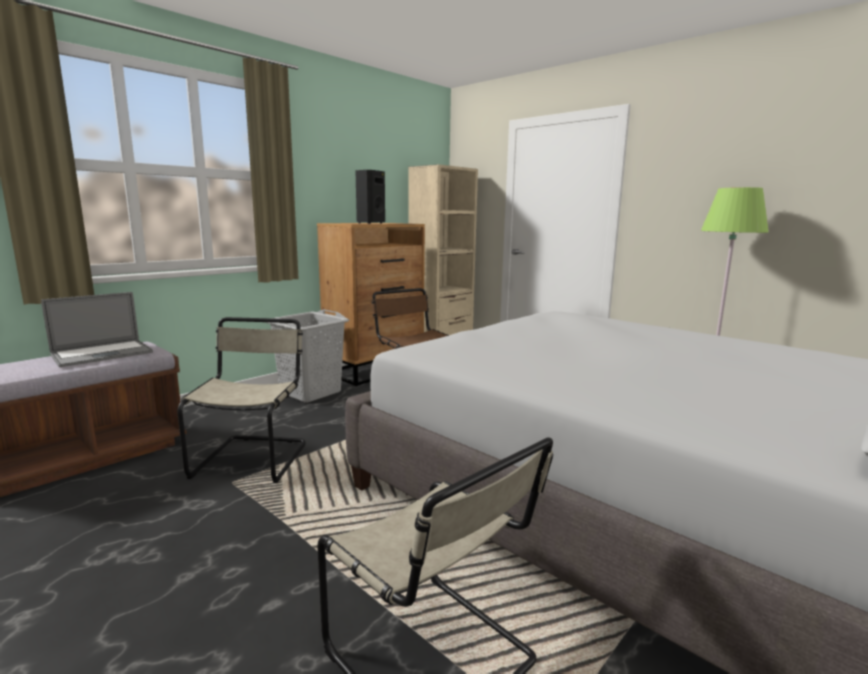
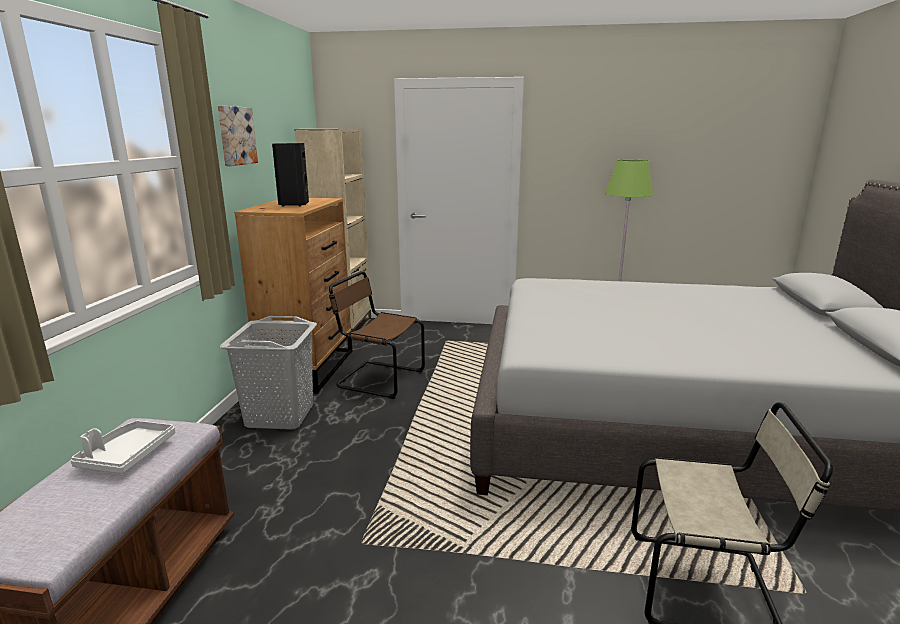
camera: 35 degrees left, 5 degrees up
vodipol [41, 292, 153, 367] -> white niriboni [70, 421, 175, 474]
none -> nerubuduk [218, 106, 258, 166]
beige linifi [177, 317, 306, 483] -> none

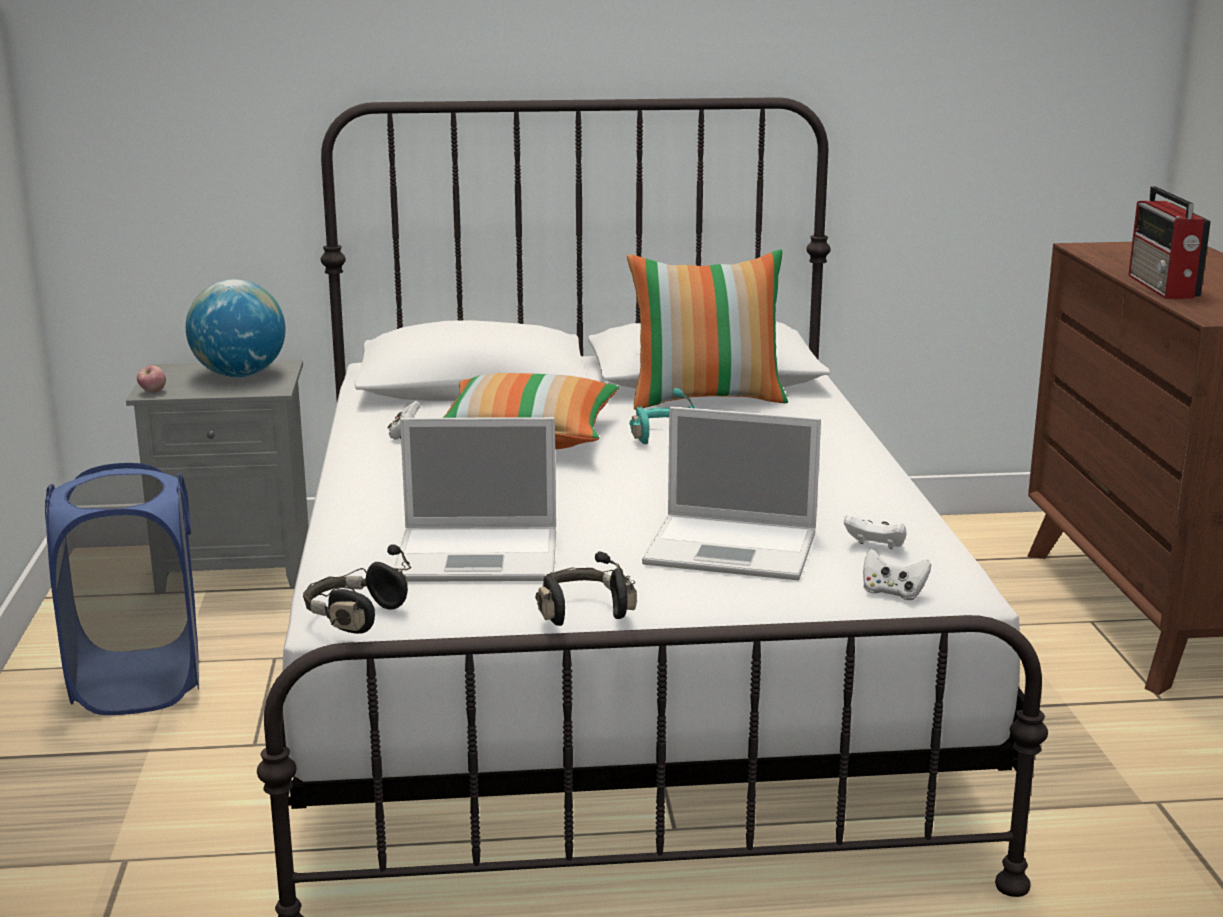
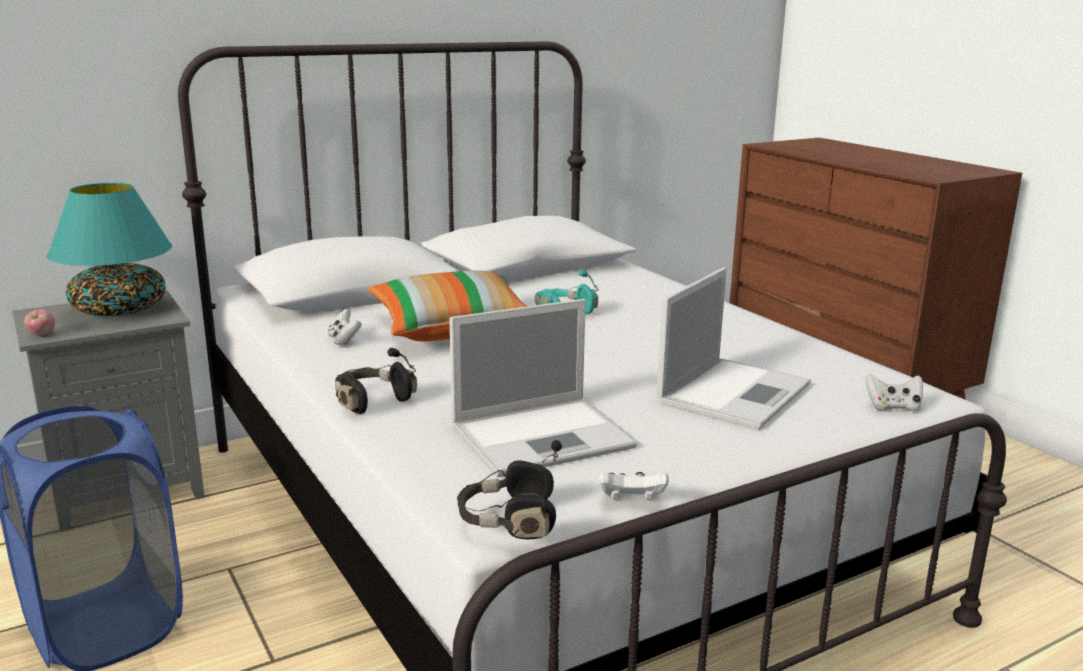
camera: 25 degrees left, 0 degrees up
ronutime [186, 279, 285, 377] -> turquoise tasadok [47, 183, 172, 316]
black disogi [535, 551, 637, 626] -> black disogi [335, 348, 417, 414], moved
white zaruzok [844, 515, 906, 549] -> white zaruzok [599, 472, 669, 500], moved
vodipol [642, 407, 821, 580] -> vodipol [656, 268, 811, 430], 45 degrees counterclockwise
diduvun [627, 250, 788, 410] -> none
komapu [1128, 186, 1211, 299] -> none

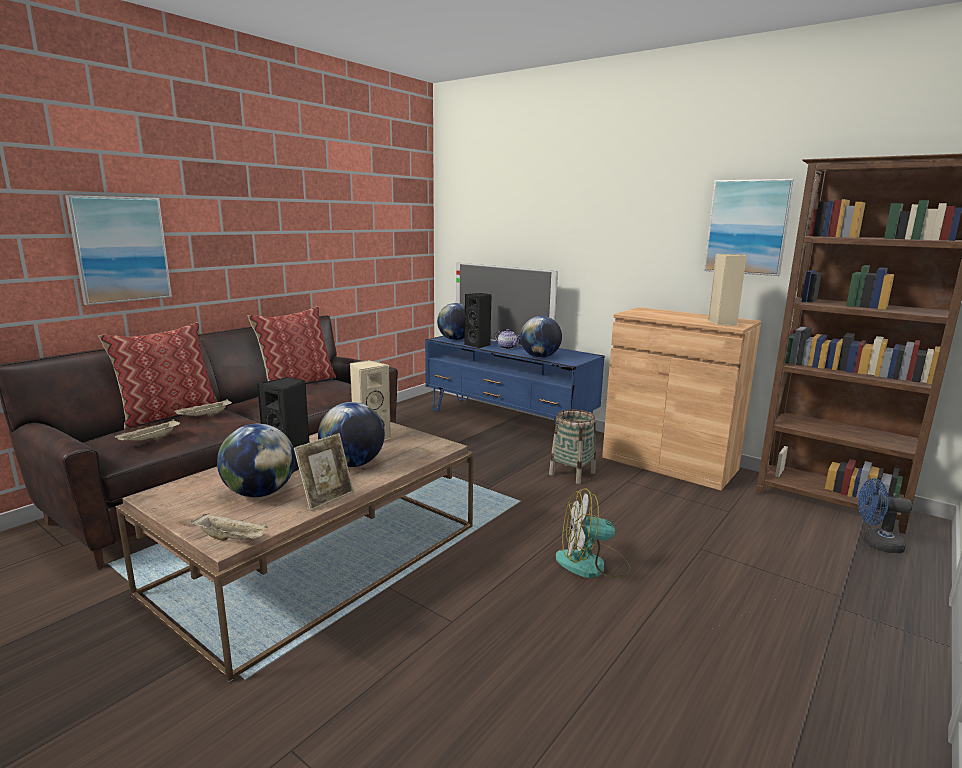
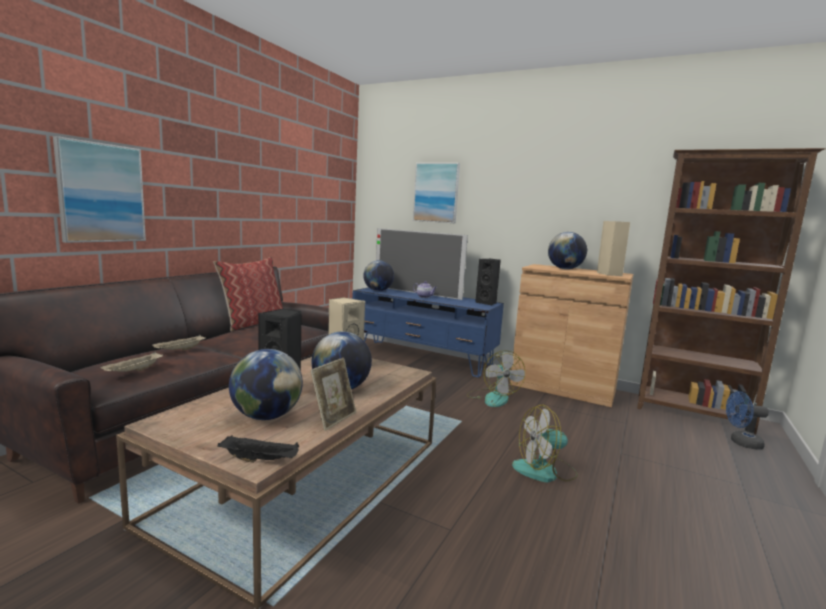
camera: 10 degrees left, 5 degrees down
beige niriboni [191, 513, 268, 541] -> black niriboni [217, 436, 299, 463]
nerubuduk [704, 179, 795, 276] -> nerubuduk [413, 163, 460, 223], moved
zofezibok [549, 410, 596, 484] -> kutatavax [467, 351, 525, 407]
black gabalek [464, 293, 492, 349] -> black gabalek [475, 259, 501, 305], moved
ronutime [520, 316, 562, 358] -> ronutime [548, 232, 587, 269], moved
diduvun [98, 322, 218, 430] -> none

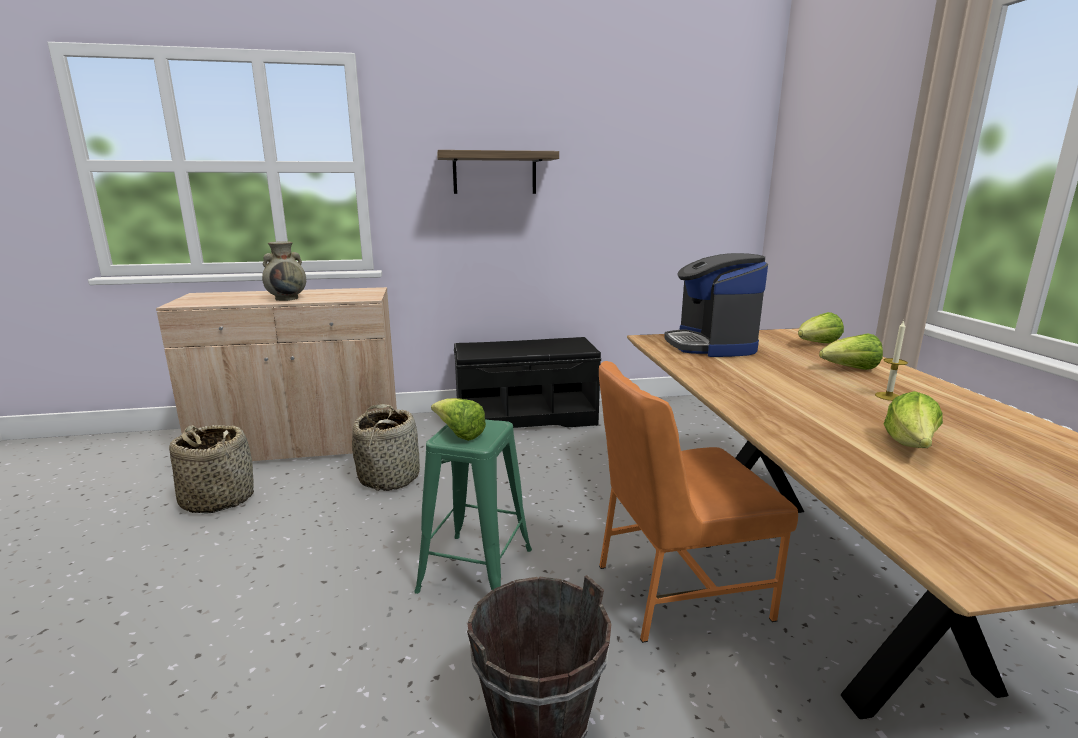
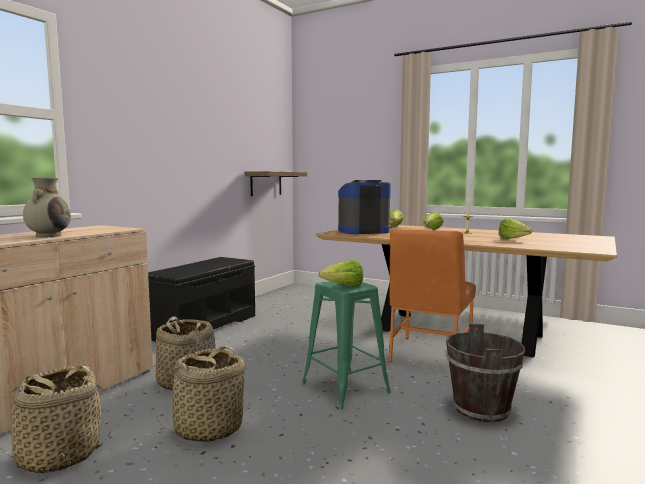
camera: 50 degrees left, 10 degrees down
none -> zofezibok [155, 346, 250, 442]
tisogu [437, 150, 559, 194] -> tisogu [245, 171, 307, 196], moved
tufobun [664, 253, 768, 357] -> tufobun [338, 180, 391, 234], 135 degrees clockwise

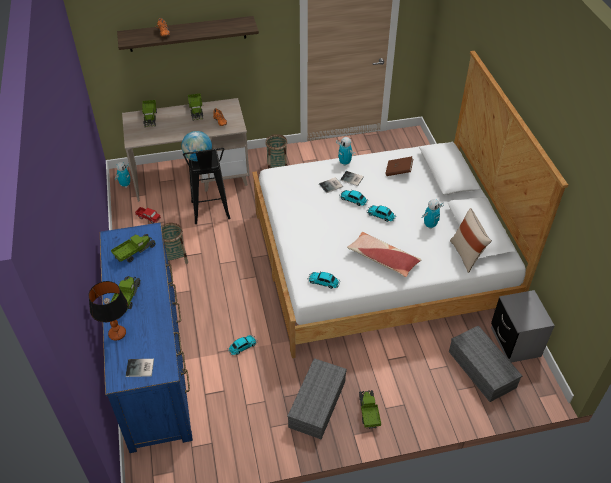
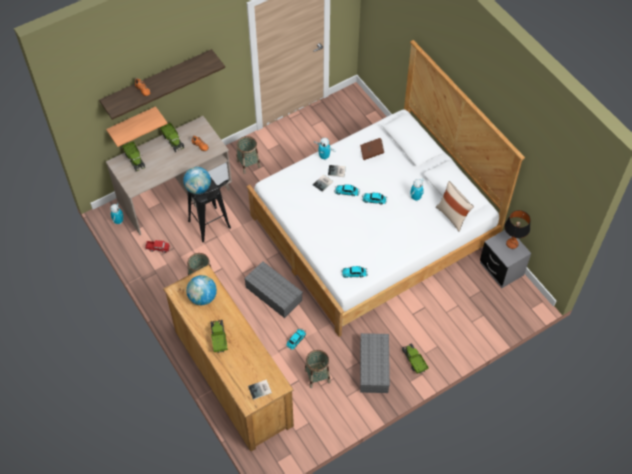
camera: 20 degrees left, 10 degrees up
none -> tisogu [106, 106, 167, 147]
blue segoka [100, 223, 193, 453] -> brown segoka [163, 265, 294, 452]
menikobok [111, 234, 156, 262] -> ronutime [186, 275, 217, 305]
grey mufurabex [449, 325, 522, 402] -> grey mufurabex [244, 261, 303, 318], moved
none -> zofezibok [305, 350, 330, 388]
tasadok [89, 281, 128, 340] -> tasadok [504, 210, 530, 249], moved
diduvun [347, 232, 421, 277] -> none

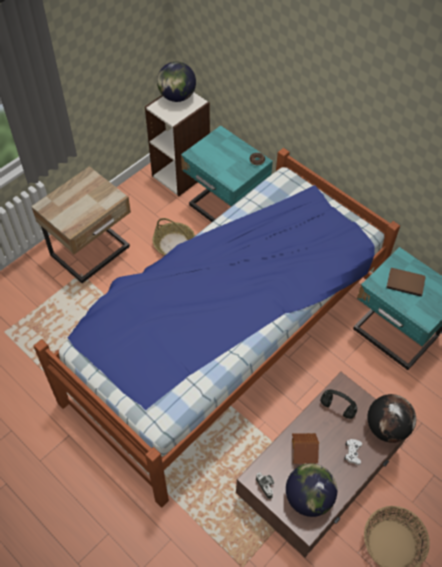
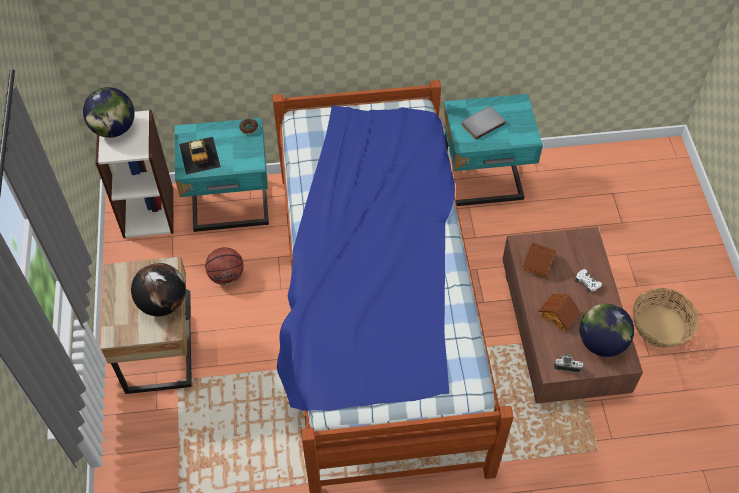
camera: 50 degrees left, 0 degrees up
ronutime [367, 394, 416, 443] -> ronutime [131, 263, 186, 316], moved
none -> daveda [179, 137, 221, 175]
zofezibok [153, 218, 195, 255] -> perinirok [205, 247, 244, 285]
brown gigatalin [386, 268, 426, 297] -> grey gigatalin [461, 106, 506, 140]
black disogi [320, 389, 357, 419] -> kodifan [523, 243, 556, 277]

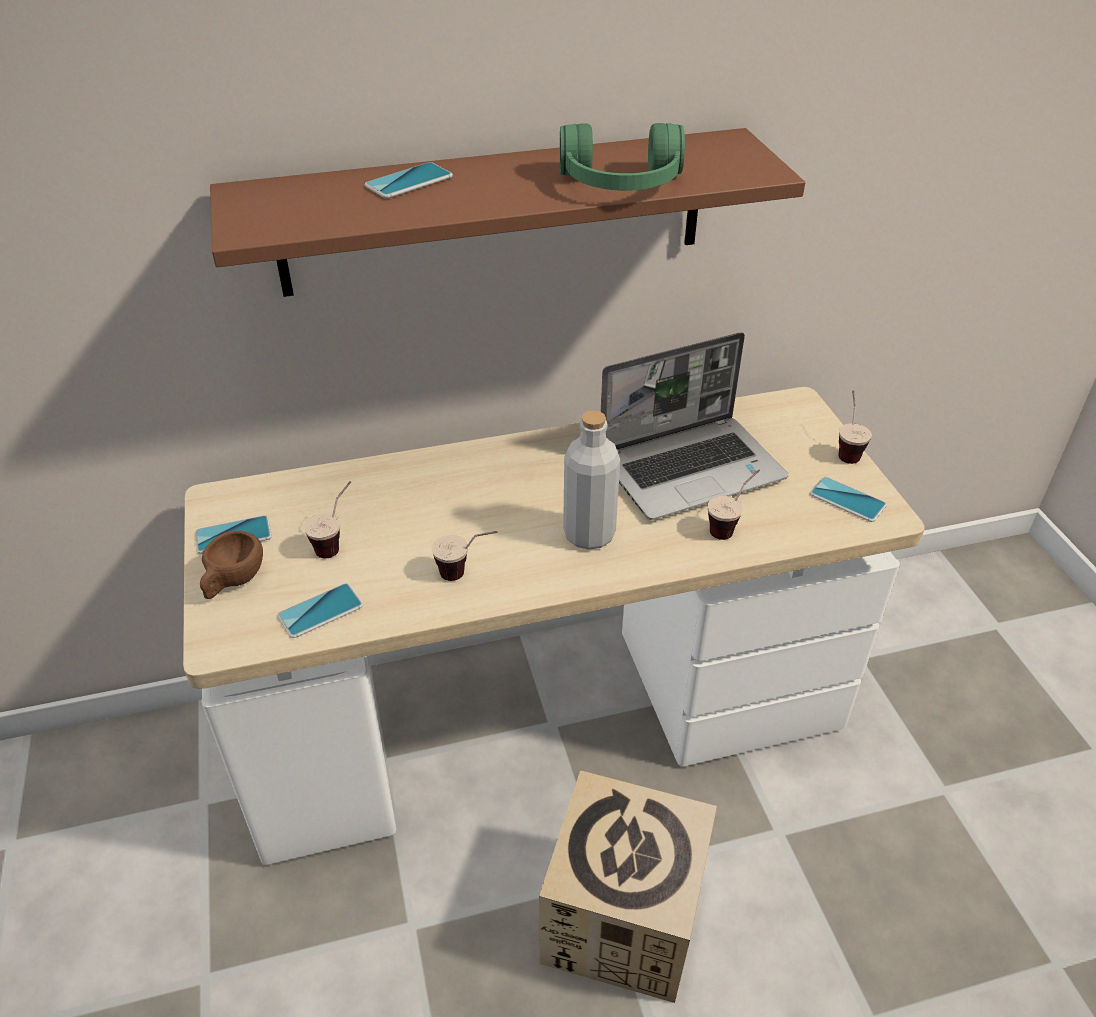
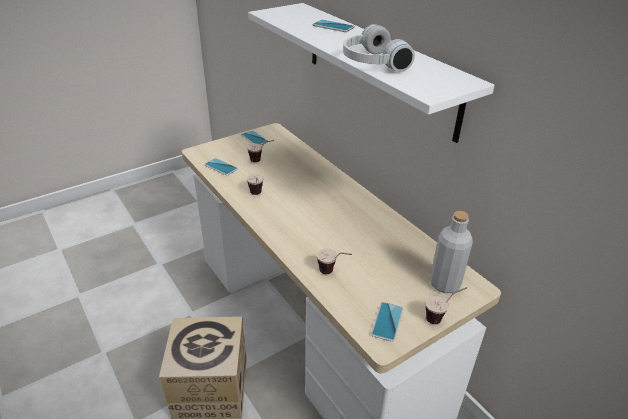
camera: 70 degrees right, 5 degrees down
brown tisogu [210, 128, 805, 297] -> white tisogu [248, 3, 495, 143]
green disogi [560, 123, 685, 191] -> white disogi [343, 24, 415, 72]
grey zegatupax [563, 410, 620, 550] -> grey zegatupax [430, 211, 473, 293], moved
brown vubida [200, 531, 263, 599] -> none
vodipol [601, 332, 788, 520] -> none

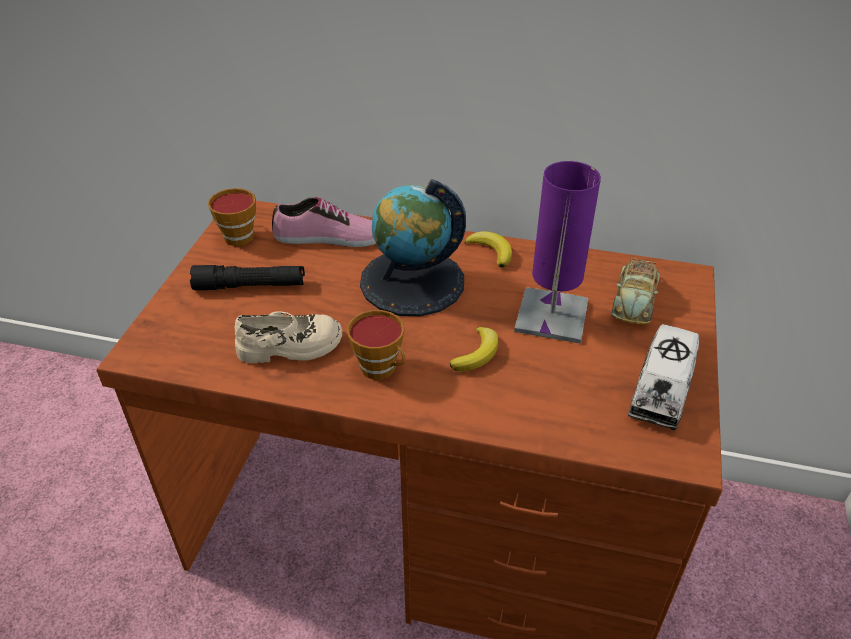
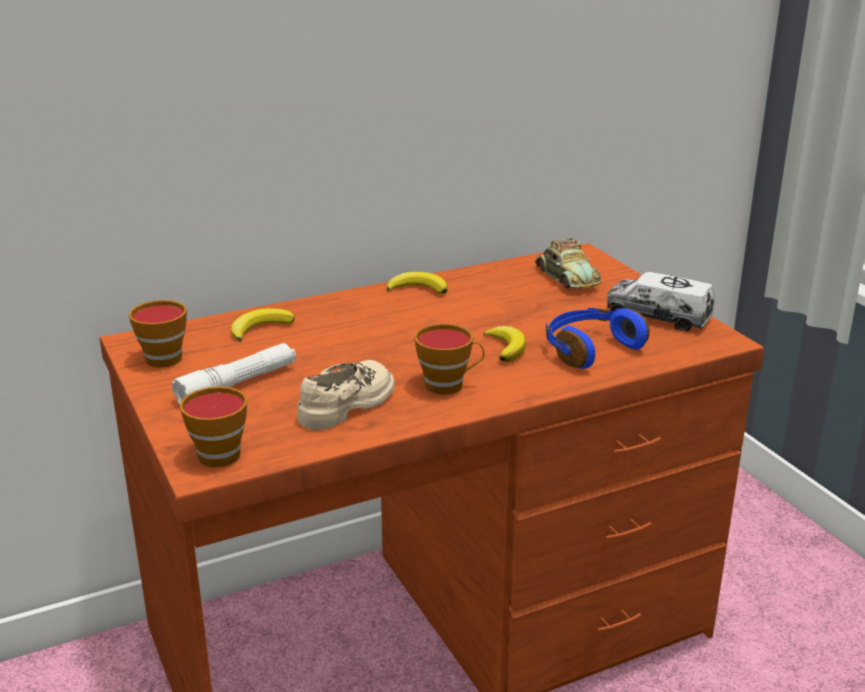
camera: 40 degrees left, 15 degrees down
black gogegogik [190, 265, 305, 290] -> white gogegogik [172, 343, 296, 404]
none -> vubida [180, 386, 248, 467]
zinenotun [272, 197, 376, 247] -> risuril [231, 308, 295, 342]
none -> blue disogi [546, 308, 650, 369]
menikobok [628, 324, 699, 430] -> menikobok [607, 272, 715, 331], 135 degrees clockwise
ronutime [360, 179, 466, 316] -> none
purple tasadok [514, 161, 601, 344] -> none

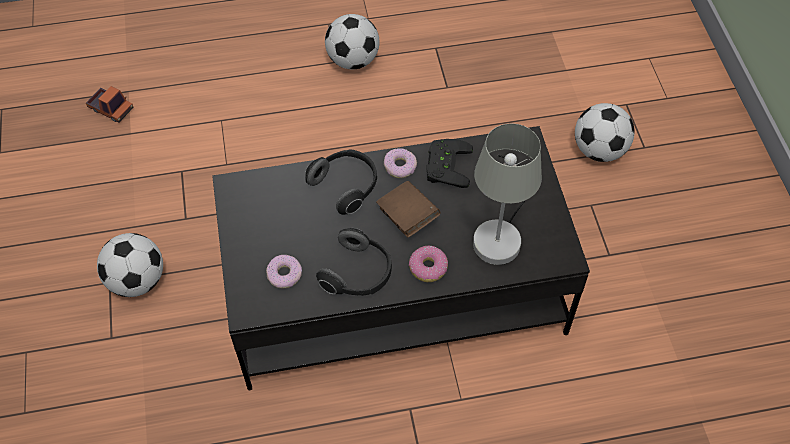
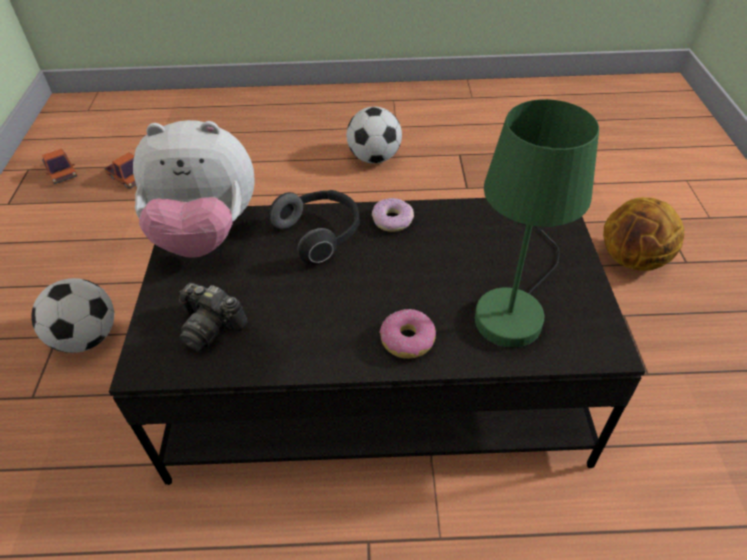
camera: 10 degrees right, 10 degrees down
none -> menikobok [42, 149, 77, 184]
none -> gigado [133, 120, 255, 258]
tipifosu [266, 255, 302, 289] -> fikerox [179, 283, 248, 351]
grey tasadok [473, 123, 542, 265] -> green tasadok [475, 99, 599, 348]
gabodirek [575, 103, 635, 162] -> perinirok [603, 197, 684, 271]
disogi [316, 228, 392, 296] -> none
brown gigatalin [376, 181, 441, 237] -> none
black zaruzok [427, 139, 473, 188] -> none

